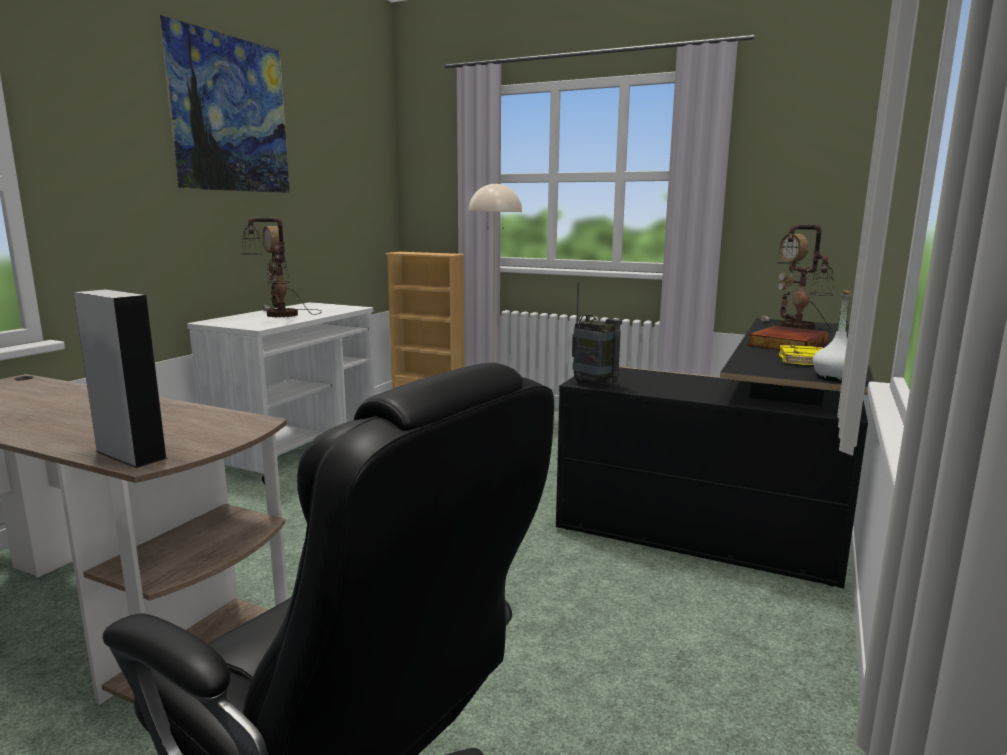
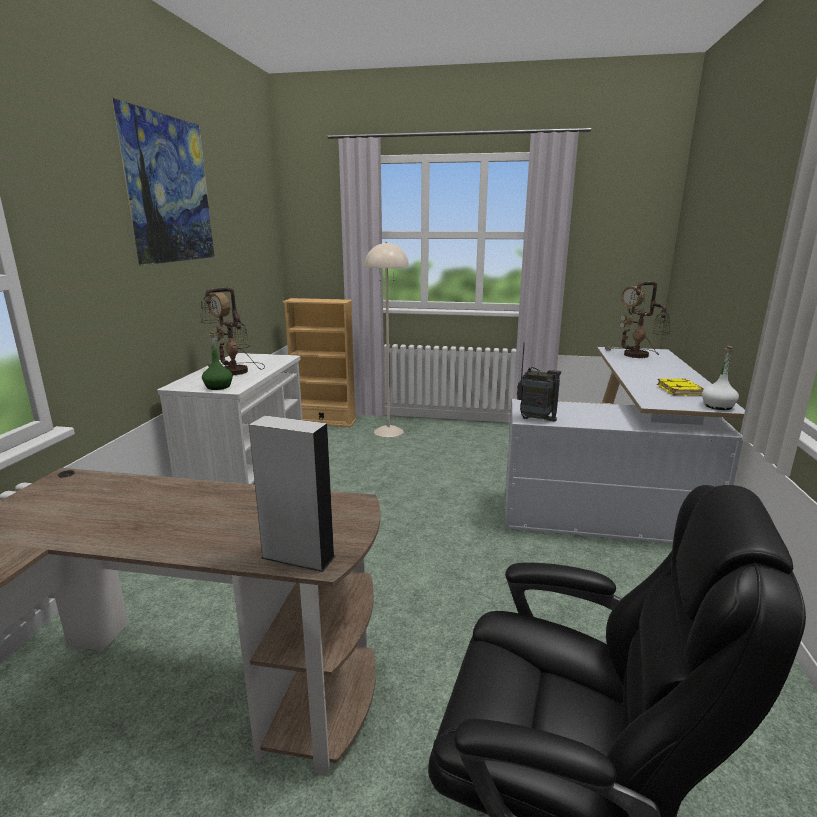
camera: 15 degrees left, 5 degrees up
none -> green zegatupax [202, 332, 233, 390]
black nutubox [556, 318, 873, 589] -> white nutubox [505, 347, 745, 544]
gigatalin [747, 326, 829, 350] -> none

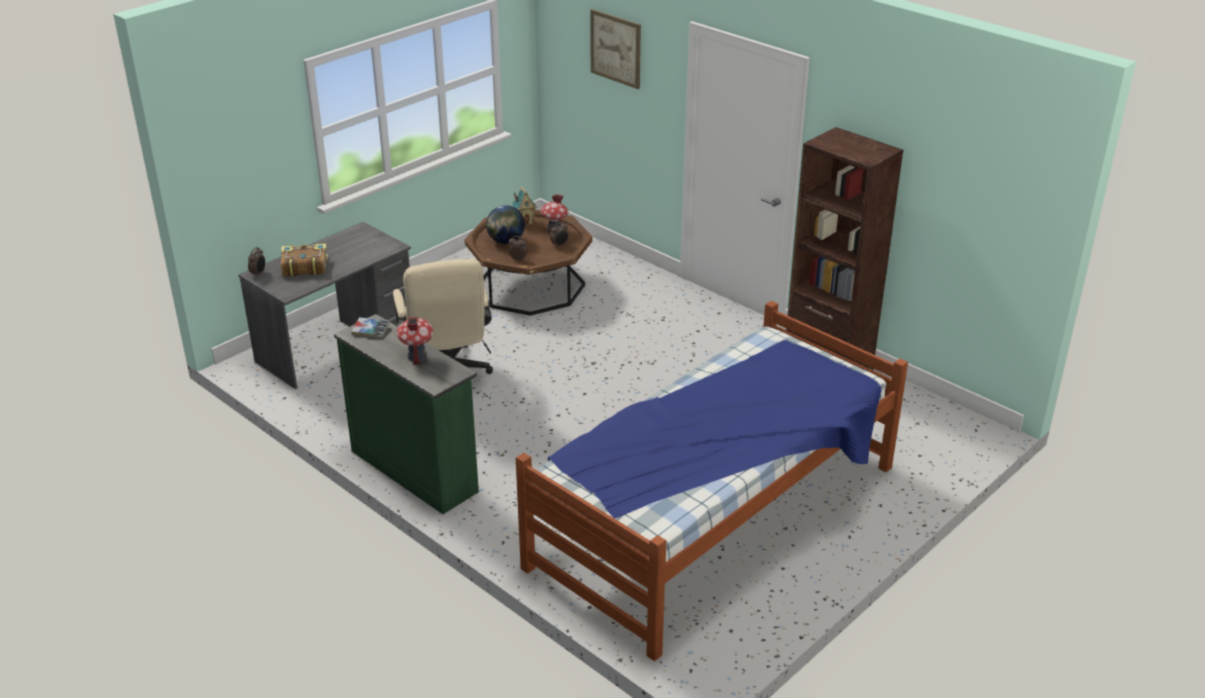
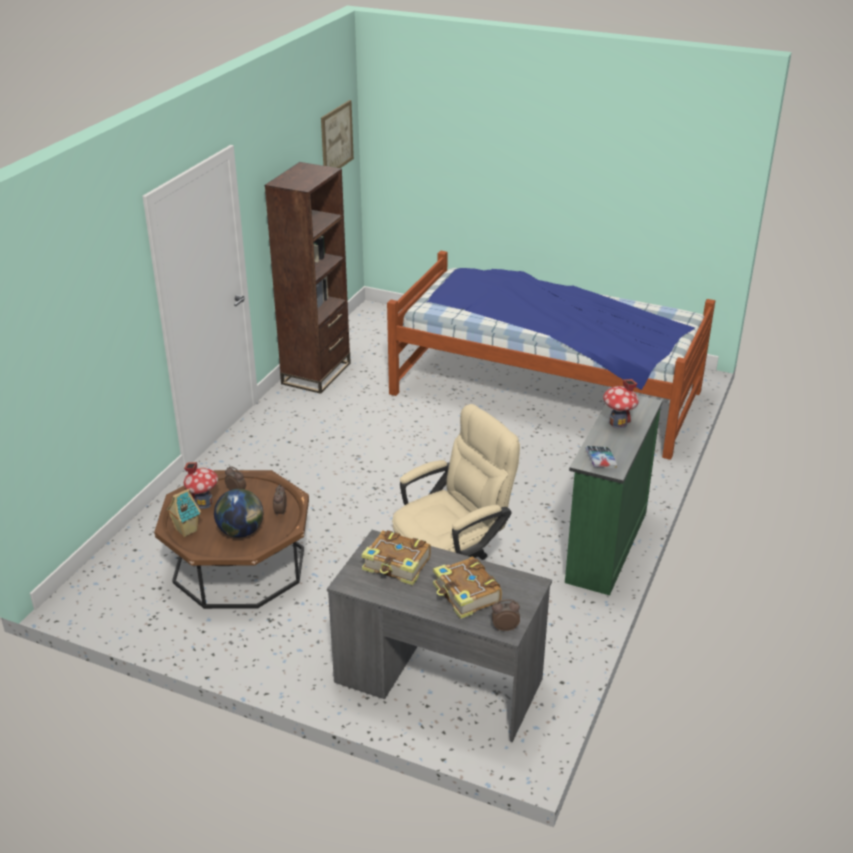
camera: 110 degrees left, 0 degrees up
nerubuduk [590, 9, 641, 89] -> nerubuduk [321, 100, 354, 168], moved
none -> gigatalin [361, 530, 431, 585]

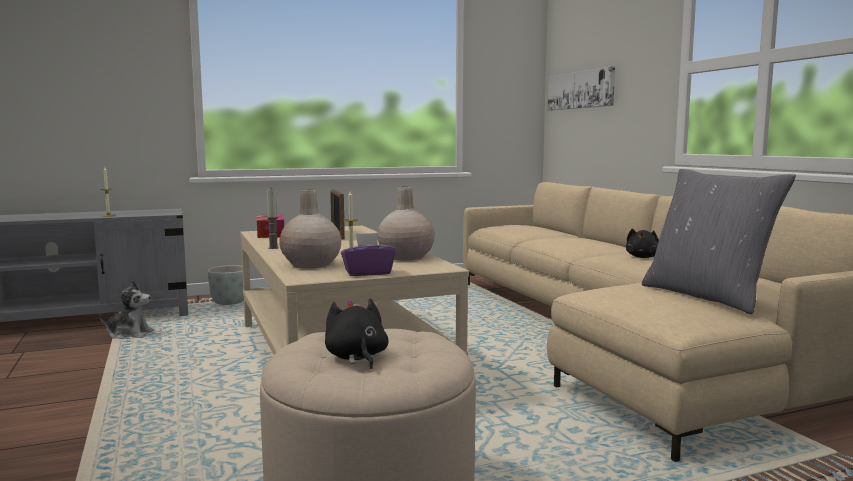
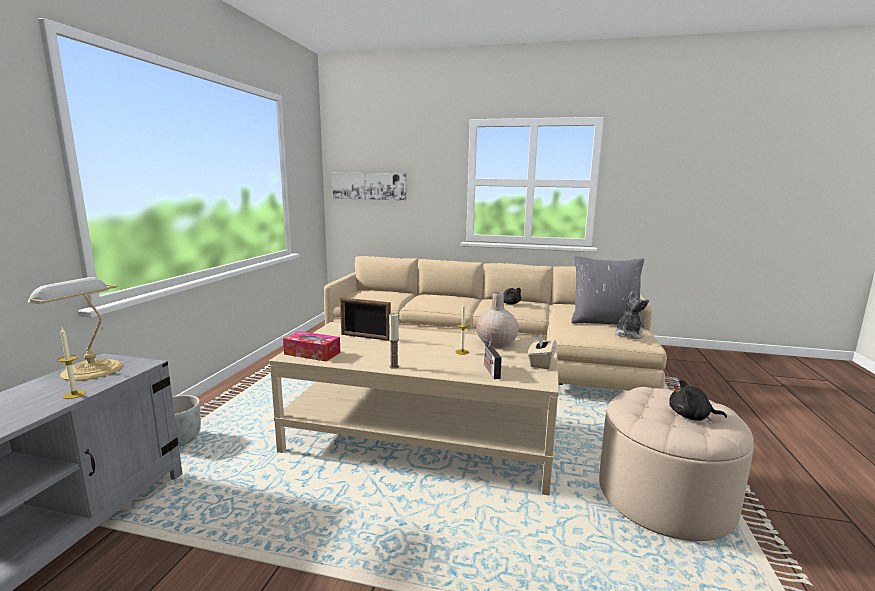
camera: 55 degrees left, 5 degrees up
none -> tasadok [28, 277, 123, 381]
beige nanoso [279, 190, 341, 268] -> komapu [484, 338, 502, 379]
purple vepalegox [341, 233, 396, 276] -> beige vepalegox [528, 334, 556, 369]
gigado [99, 280, 154, 339] -> gigado [614, 291, 649, 339], moved

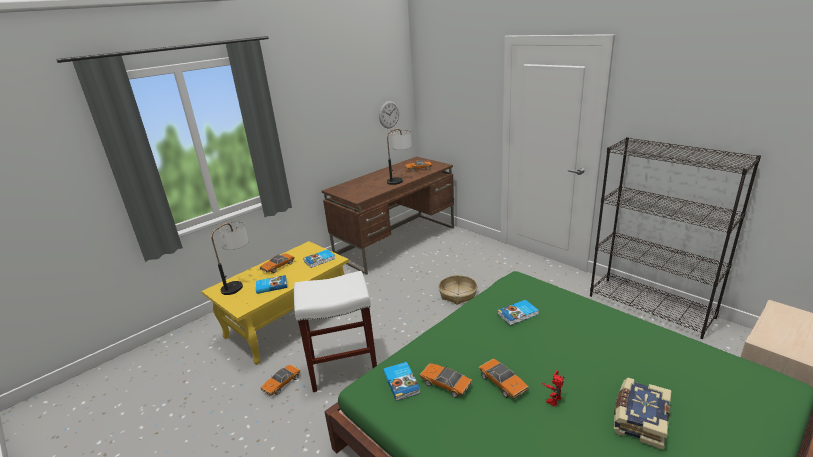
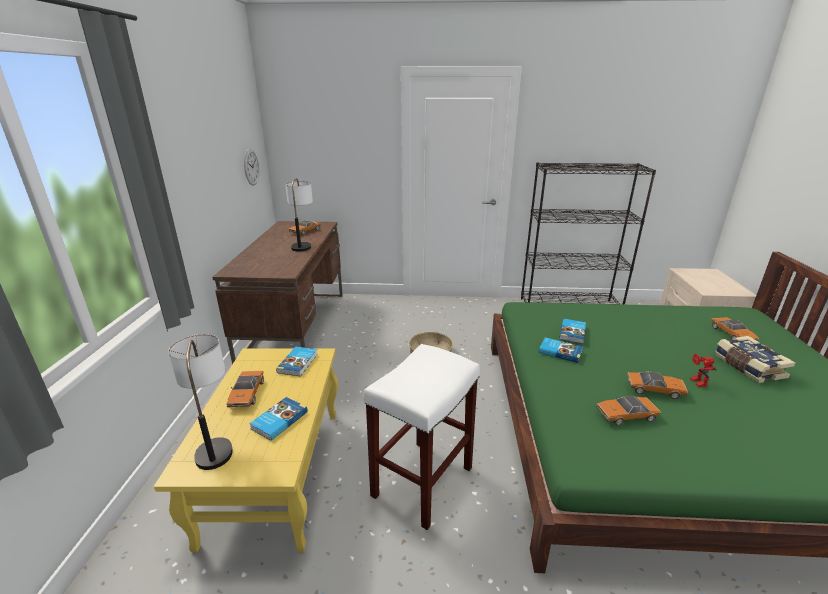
camera: 45 degrees left, 0 degrees up
gigatalin [383, 362, 421, 401] -> gigatalin [539, 338, 583, 363], moved
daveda [261, 364, 300, 396] -> daveda [711, 317, 759, 341], moved

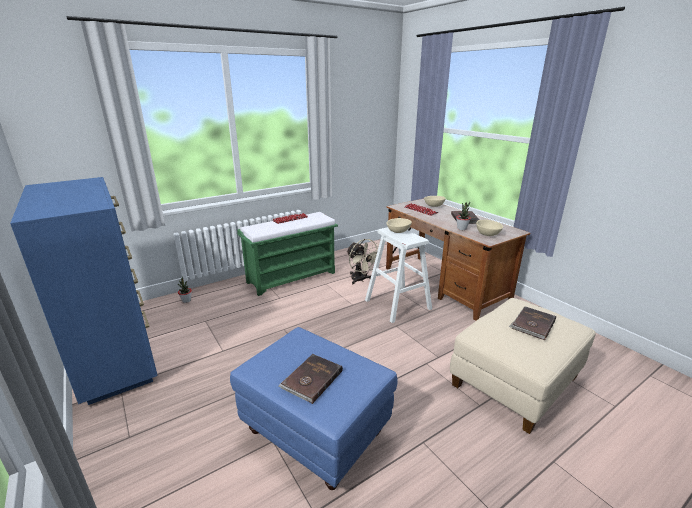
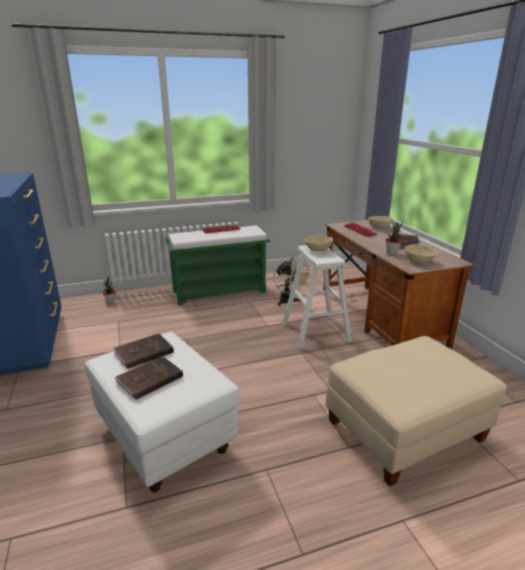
camera: 15 degrees right, 0 degrees up
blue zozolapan [230, 327, 398, 490] -> white zozolapan [85, 332, 240, 492]
brown gigatalin [509, 306, 556, 340] -> brown gigatalin [113, 333, 174, 369], moved

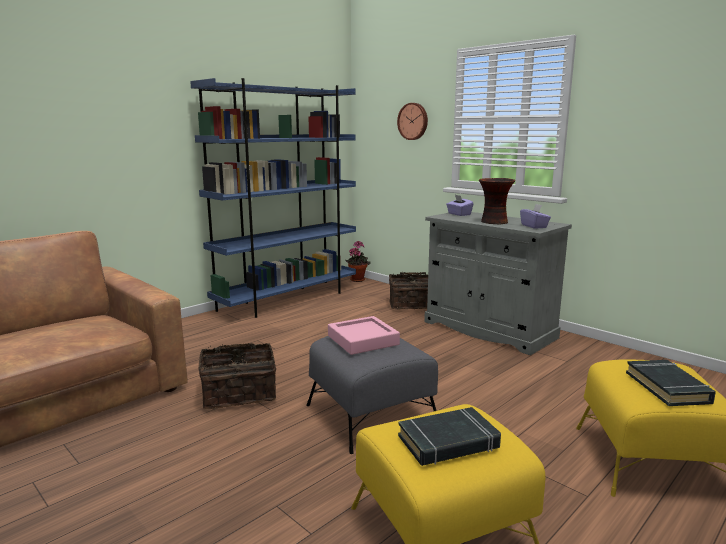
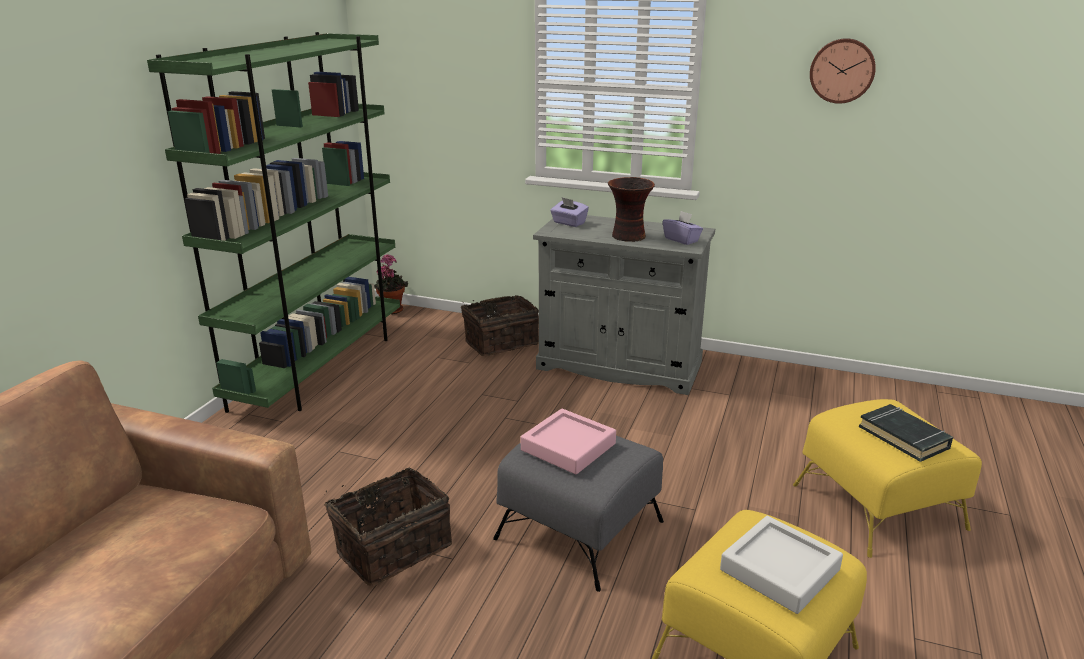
camera: 25 degrees left, 10 degrees up
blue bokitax [190, 78, 356, 318] -> green bokitax [147, 32, 400, 413]
black gigatalin [398, 407, 501, 466] -> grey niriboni [720, 516, 843, 614]
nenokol [397, 103, 428, 140] -> nenokol [810, 38, 876, 104], moved

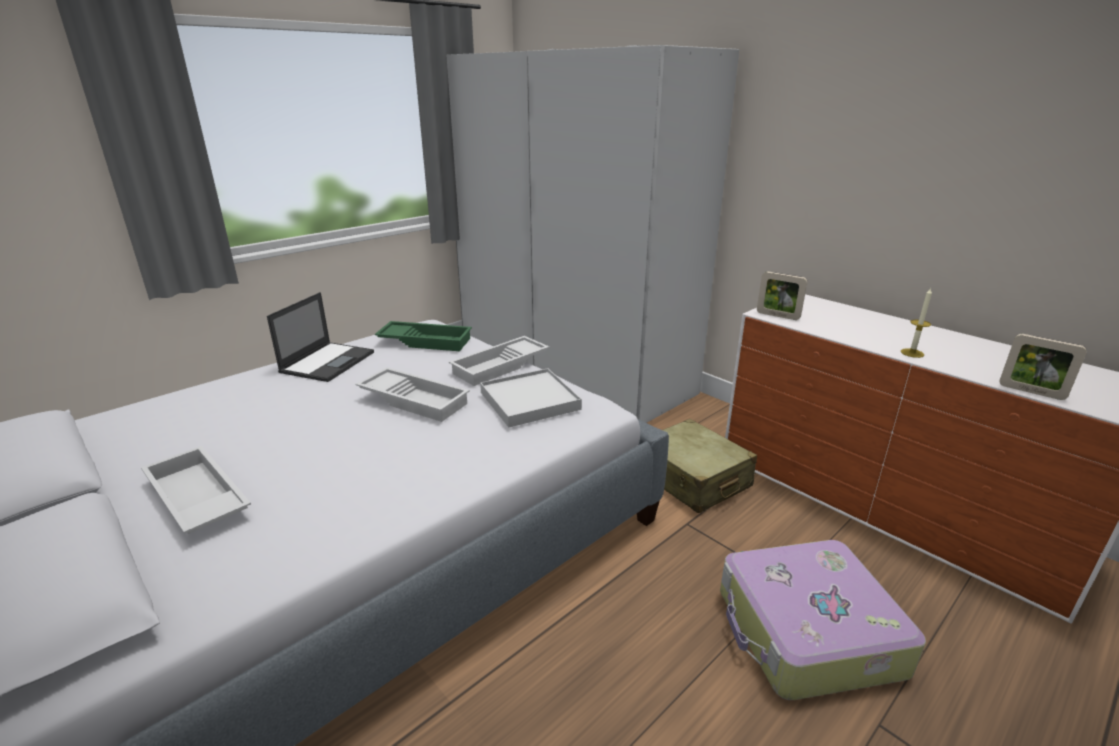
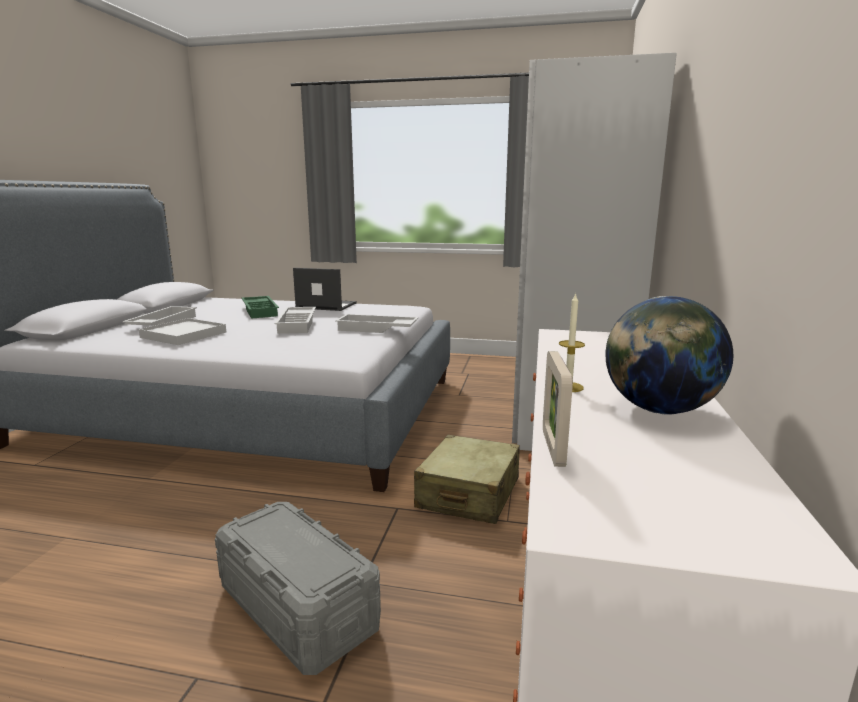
camera: 55 degrees right, 10 degrees down
white niriboni [480, 368, 582, 427] -> white niriboni [139, 318, 226, 345], moved
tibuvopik [720, 540, 926, 700] -> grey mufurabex [215, 502, 381, 675]
green niriboni [375, 321, 472, 351] -> green niriboni [242, 296, 279, 319], moved
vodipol [267, 292, 374, 382] -> vodipol [293, 268, 357, 311], 150 degrees counterclockwise
none -> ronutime [606, 296, 733, 415]
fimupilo [757, 271, 807, 320] -> none

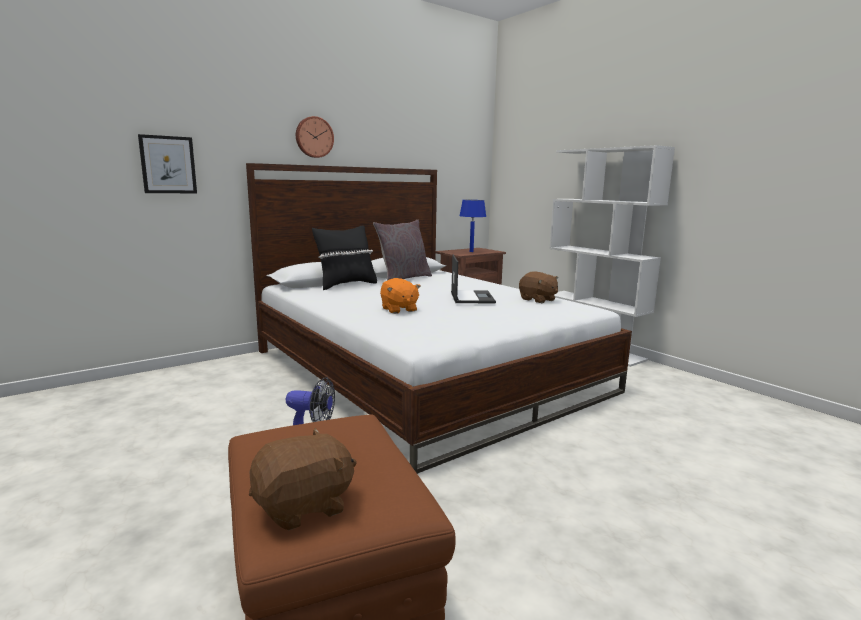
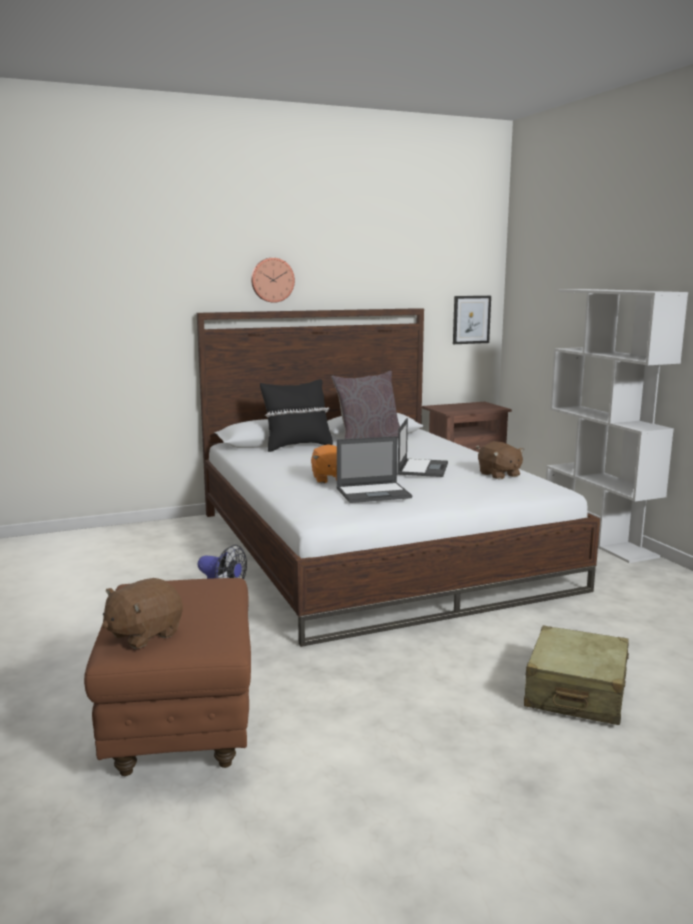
camera: 15 degrees right, 0 degrees up
brown gigado [249, 428, 357, 530] -> brown gigado [102, 578, 183, 649], 150 degrees clockwise
none -> vodipol [336, 436, 412, 503]
nerubuduk [138, 134, 197, 193] -> nerubuduk [453, 296, 491, 344], moved
none -> beige tibuvopik [524, 626, 629, 725]
blue tasadok [460, 200, 486, 252] -> none

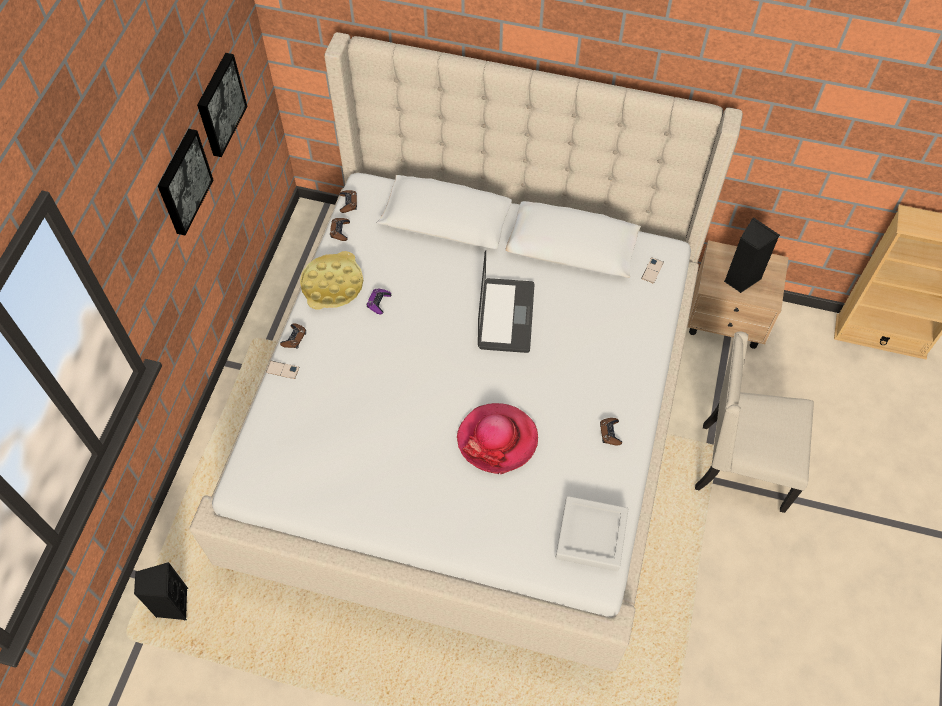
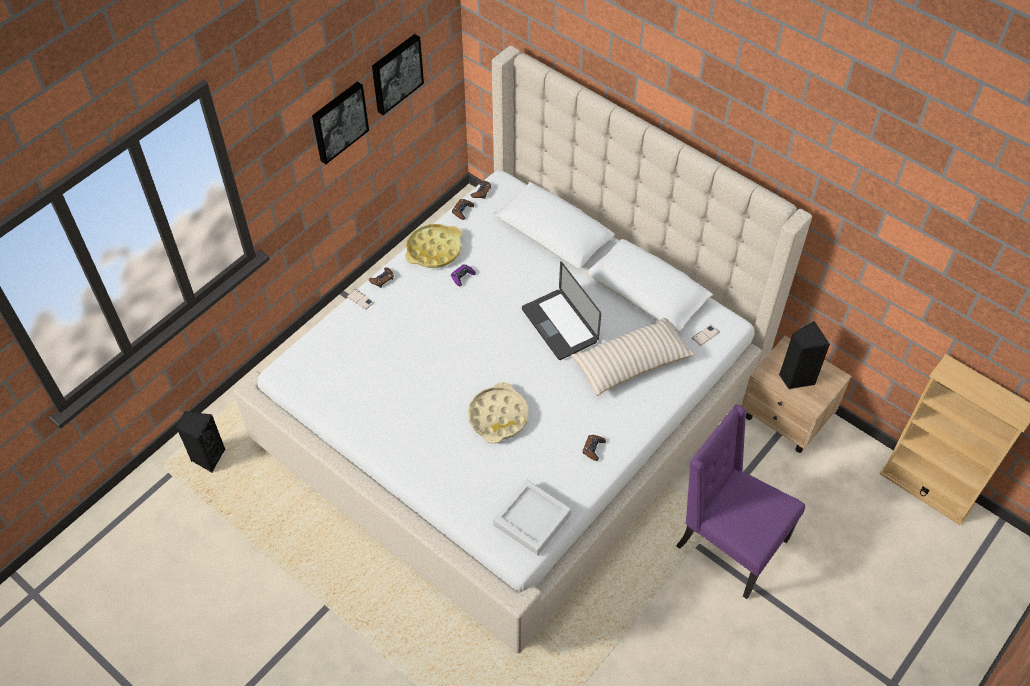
camera: 25 degrees right, 5 degrees down
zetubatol [457, 403, 538, 474] -> beige niriboni [468, 382, 529, 444]
vodipol [478, 250, 535, 353] -> vodipol [522, 261, 601, 360], 120 degrees clockwise
none -> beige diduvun [570, 318, 695, 396]
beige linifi [695, 332, 814, 513] -> purple linifi [676, 405, 805, 599]

